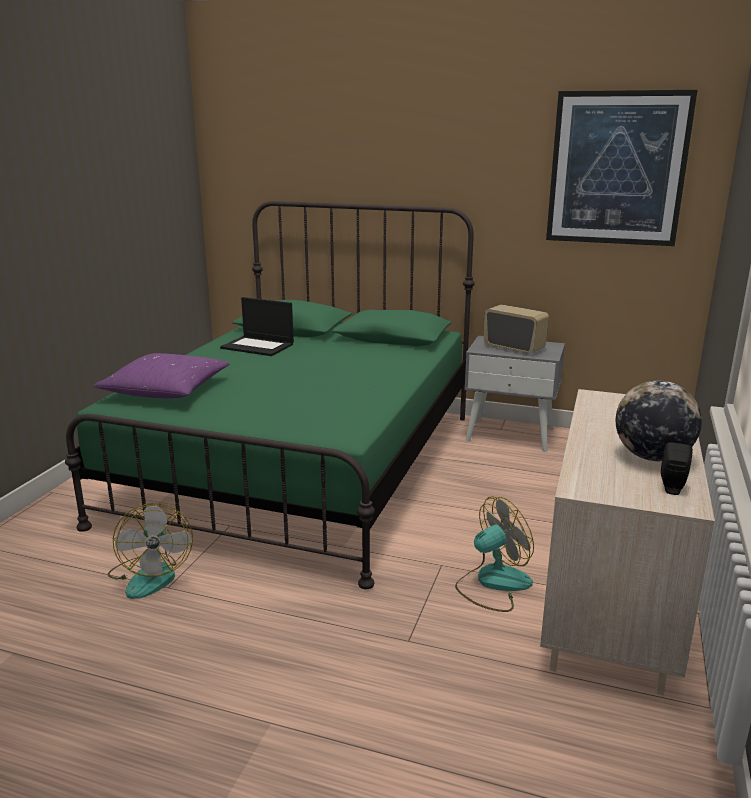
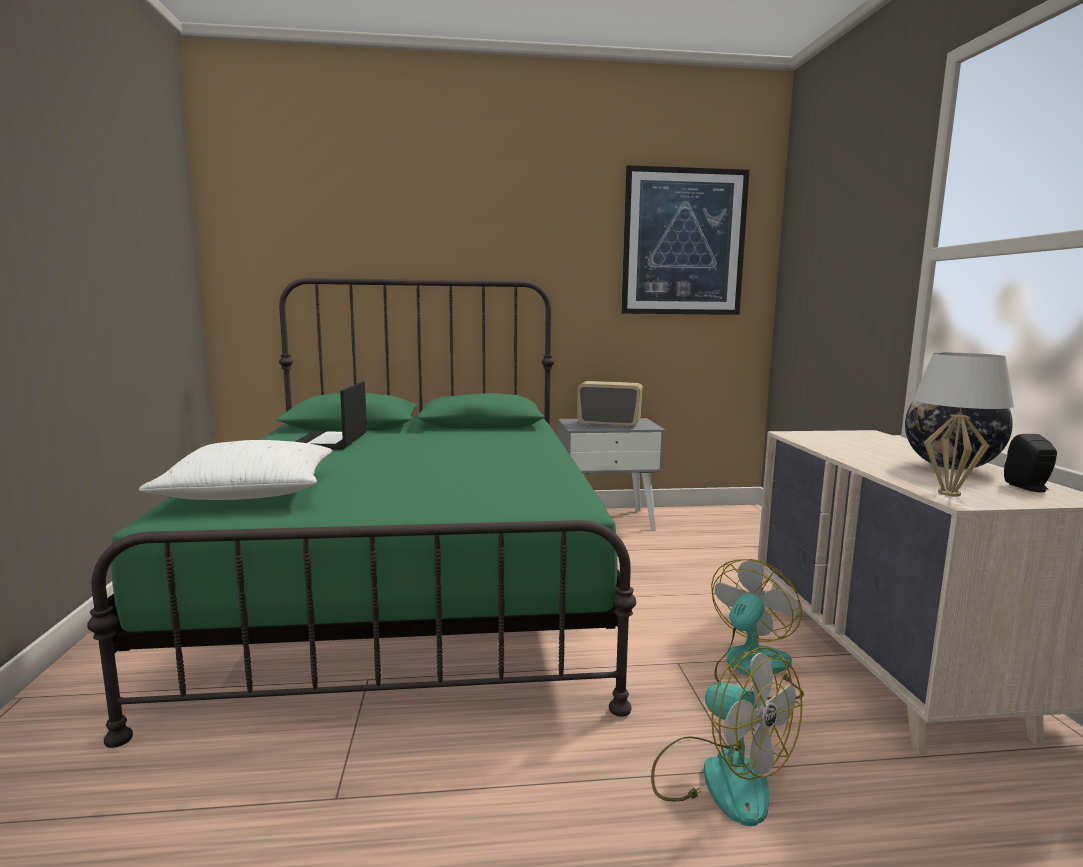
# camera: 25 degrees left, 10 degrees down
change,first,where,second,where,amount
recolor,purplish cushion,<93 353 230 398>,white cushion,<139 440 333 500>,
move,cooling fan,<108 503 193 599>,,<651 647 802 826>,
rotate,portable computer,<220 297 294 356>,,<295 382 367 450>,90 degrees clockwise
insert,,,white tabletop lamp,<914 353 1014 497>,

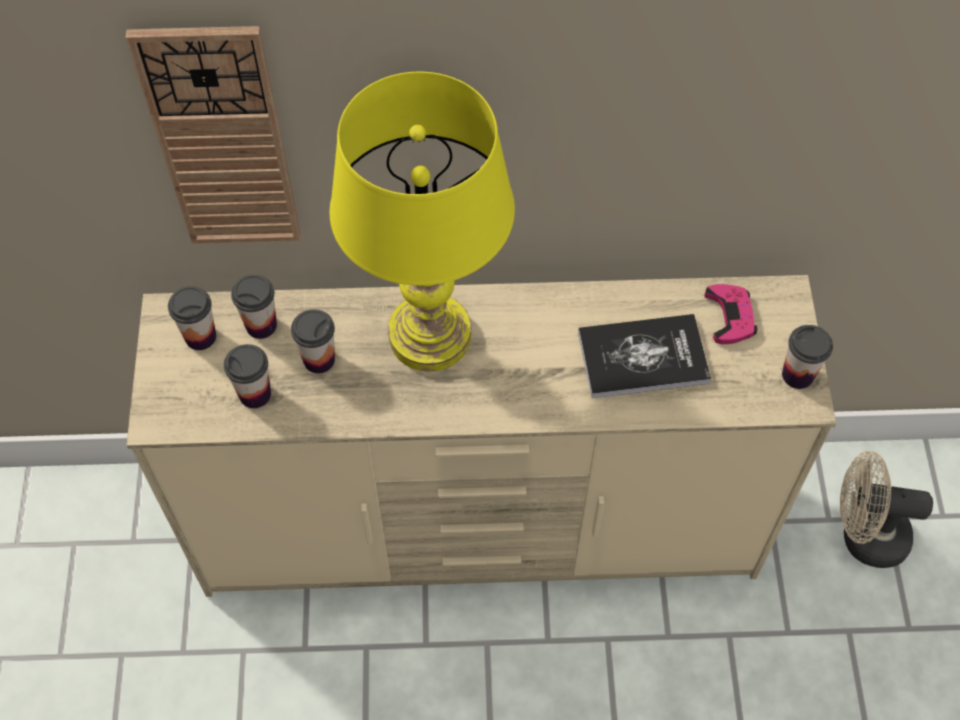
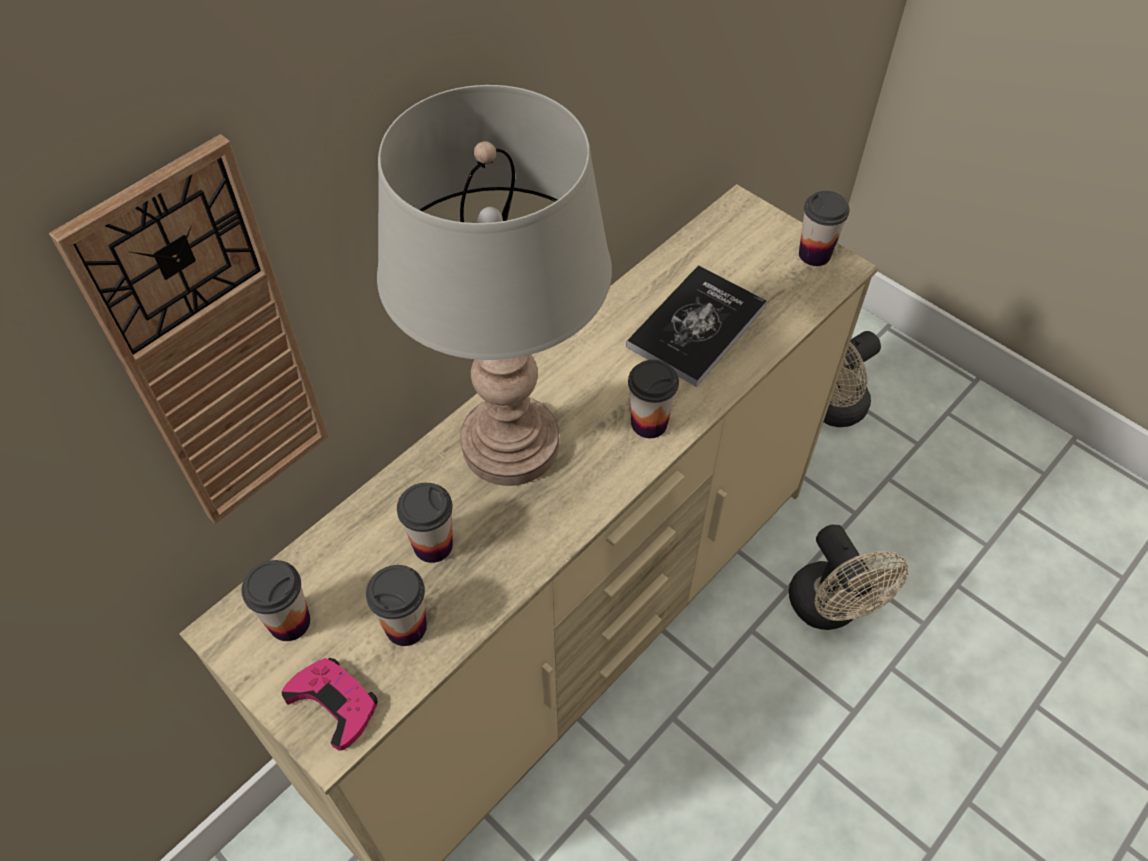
# camera: 45 degrees left, 5 degrees down
change,first,where,second,where,amount
move,small cup,<231 275 277 339>,,<628 360 679 438>,
recolor,yellow tabletop lamp,<329 72 515 372>,grey tabletop lamp,<377 85 612 486>,
move,pink-coloured joypad,<704 284 757 344>,,<282 658 378 751>,
insert,,,beige-coloured cooling fan,<789 525 908 630>,

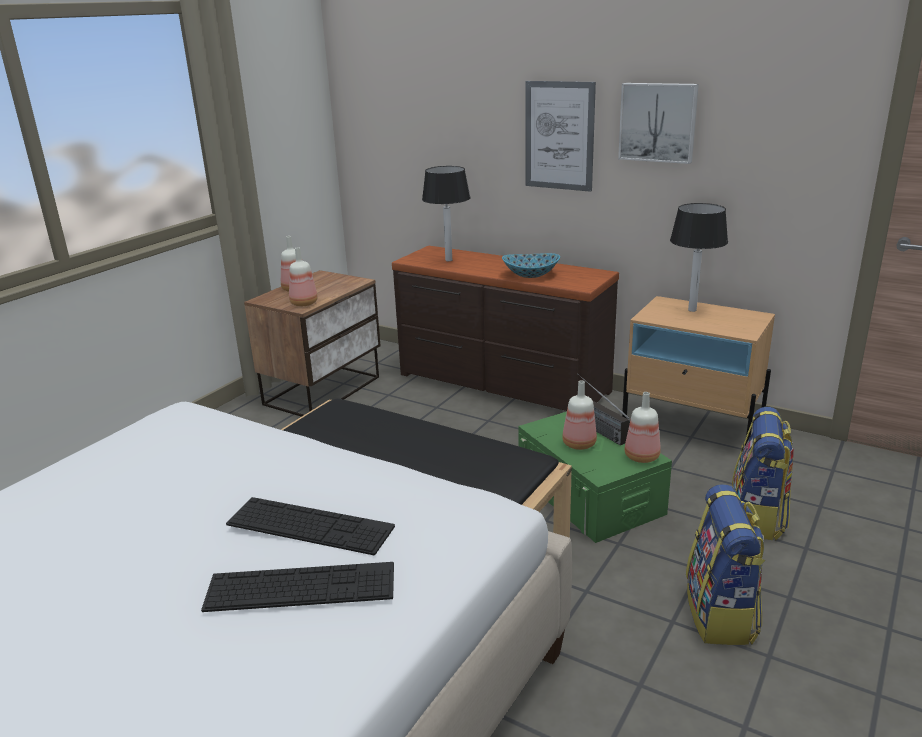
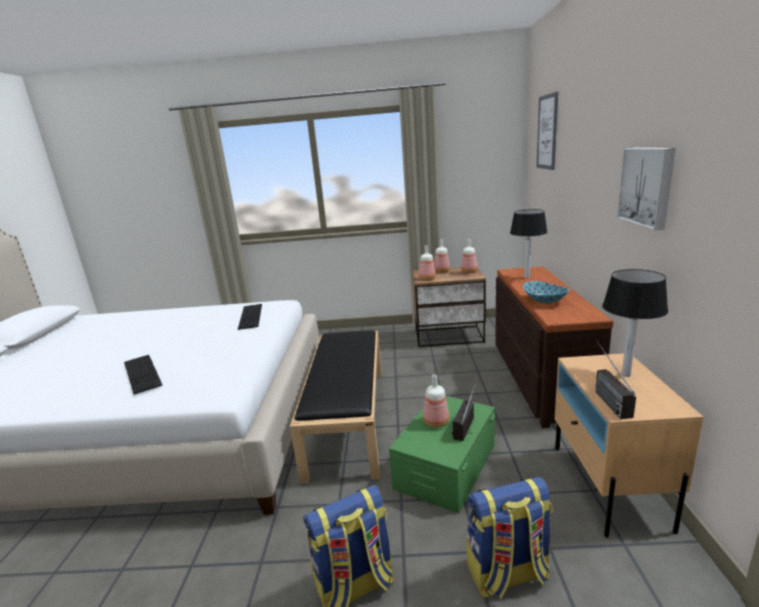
# camera: 60 degrees right, 5 degrees down
change,first,where,second,where,amount
move,computer keyboard,<226 497 395 555>,,<238 304 262 330>,
move,picture,<525 81 596 192>,,<536 92 558 170>,
move,drink bottle,<624 392 661 463>,,<461 239 478 273>,
insert,,,radio receiver,<595 341 636 419>,

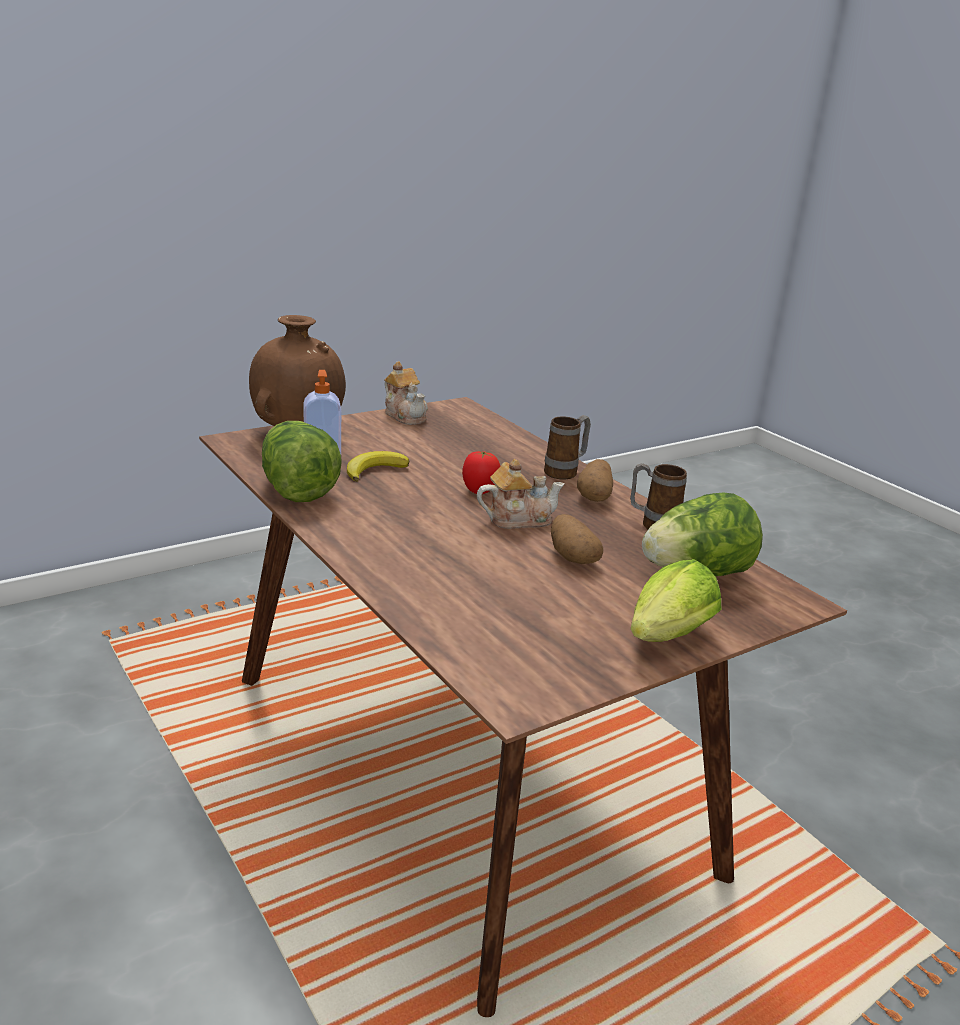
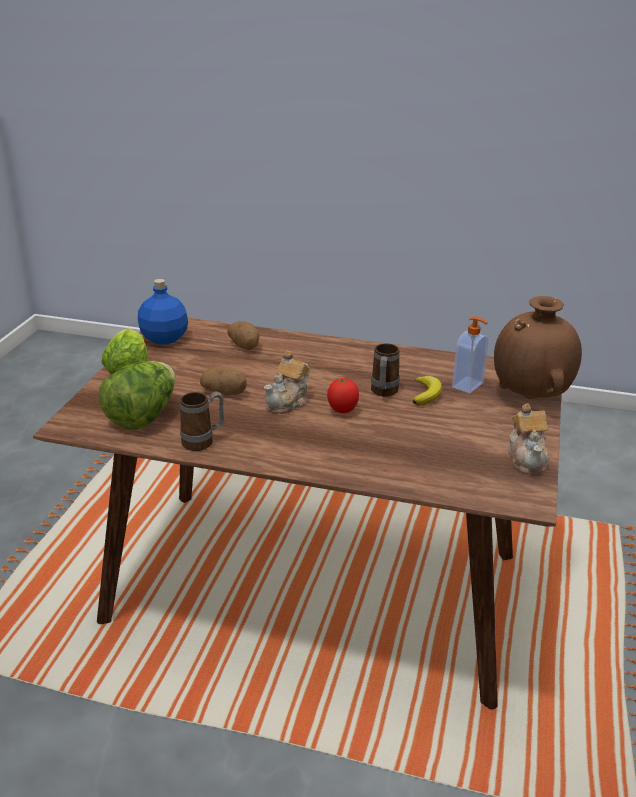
# camera: 140 degrees right, 5 degrees up
change,first,where,second,where,amount
delete,lettuce,<262 421 342 502>,,,
rotate,pot for tea,<384 361 428 425>,,<508 403 549 474>,105 degrees counterclockwise
move,coffee mug,<544 415 591 479>,,<371 343 400 397>,
move,spud,<577 459 613 502>,,<227 321 259 350>,
insert,,,blue-coloured drink bottle,<138 279 188 345>,

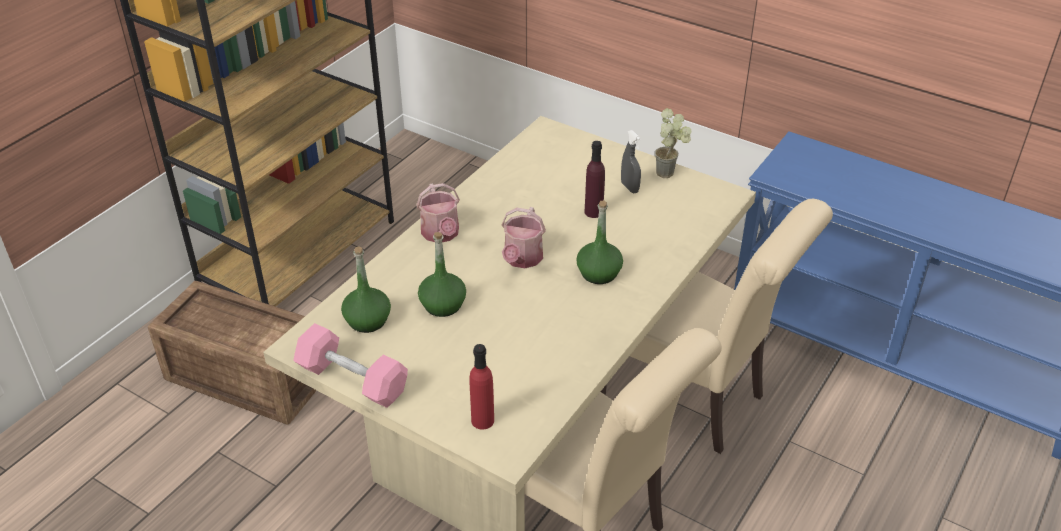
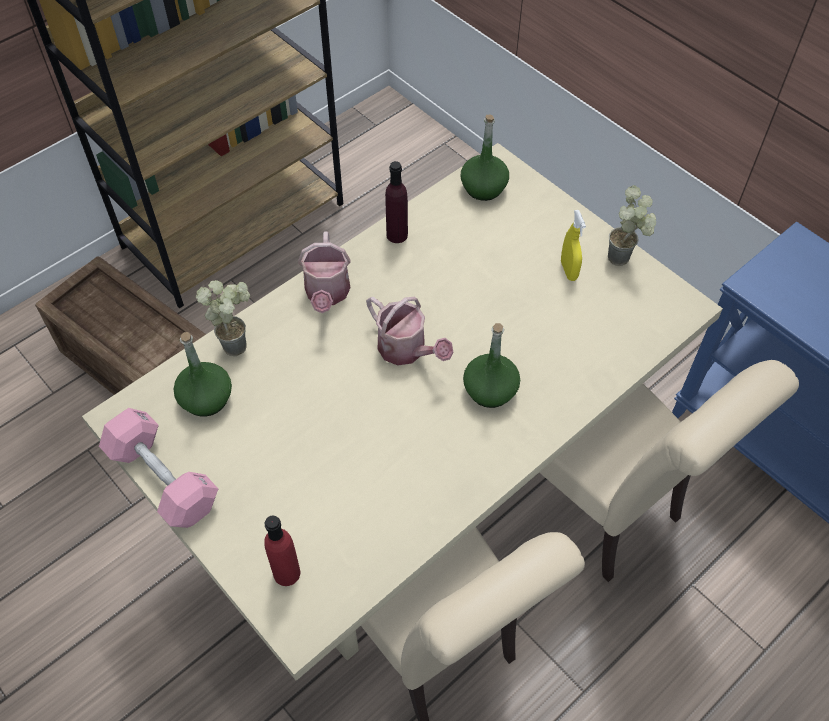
# camera: 15 degrees right, 15 degrees up
change,first,where,second,where,amount
move,greenish drink bottle,<418 232 466 317>,,<461 114 509 201>,
rotate,watering pot,<502 207 546 268>,,<366 296 453 366>,75 degrees counterclockwise
move,purplish drink bottle,<585 141 605 218>,,<385 161 408 243>,
recolor,grey sprayer,<621 130 641 193>,yellow sprayer,<561 210 586 281>,
insert,,,plant in a pot,<196 280 250 356>,

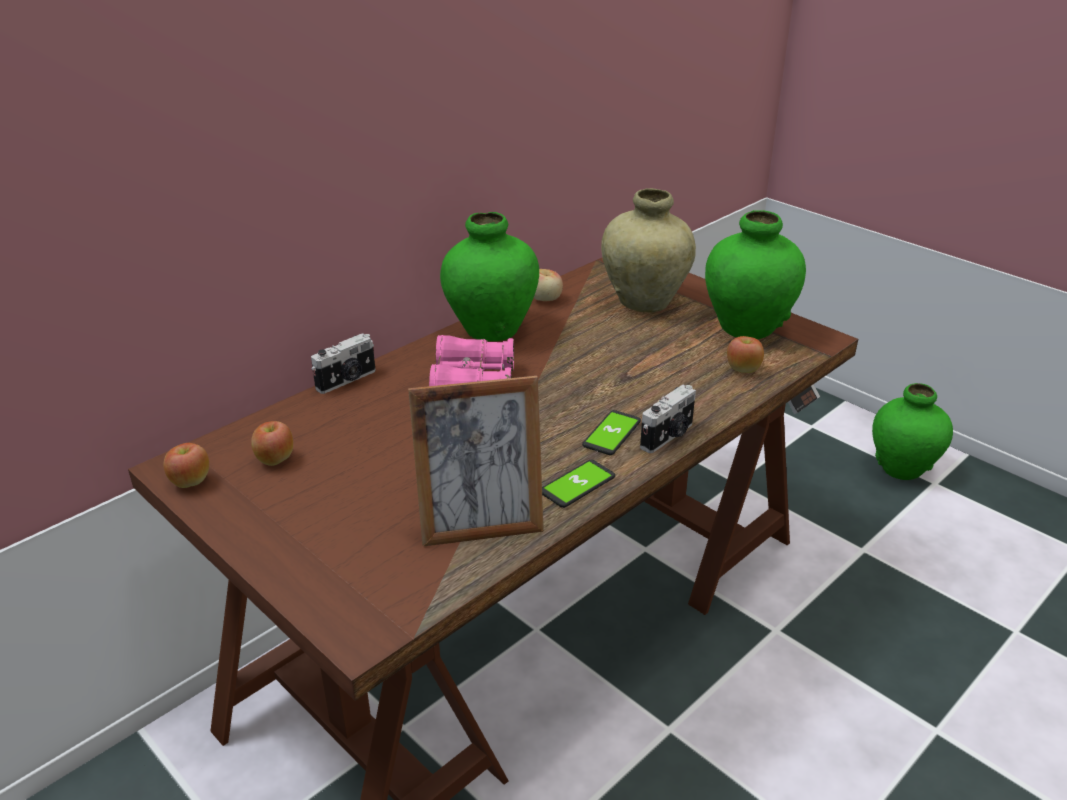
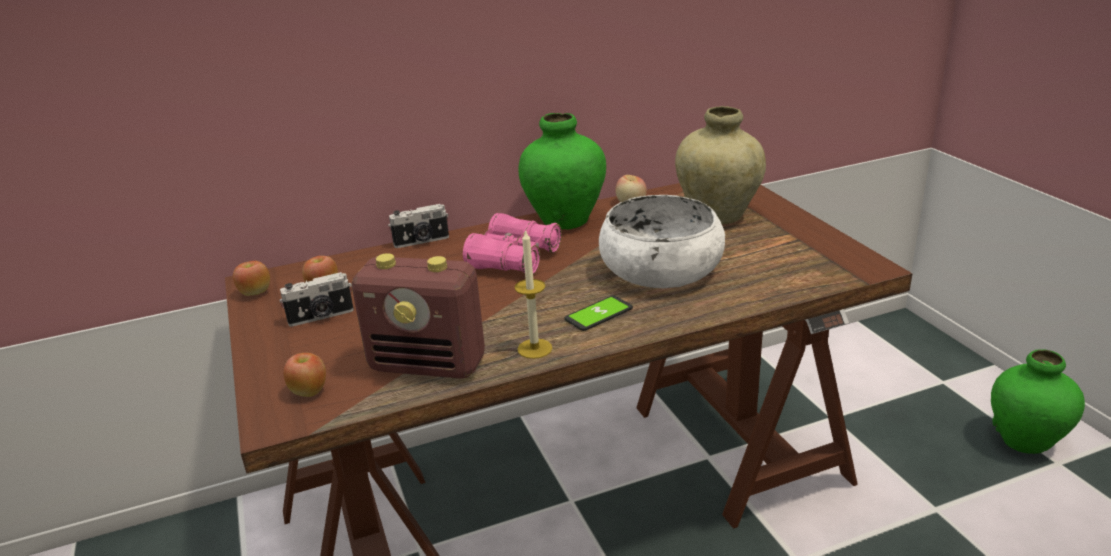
# camera: 25 degrees right, 5 degrees down
change,first,where,second,where,amount
replace,photo frame,<408 376 544 547>,radio receiver,<352 253 485 379>,
replace,phone,<542 460 615 508>,wax candle,<514 229 553 359>,
move,photo camera,<640 385 696 453>,,<279 272 354 327>,
delete,greenish vase,<705 210 806 339>,,,
move,whole apple,<727 336 764 373>,,<283 353 326 397>,
insert,,,white bowl,<599 195 725 288>,

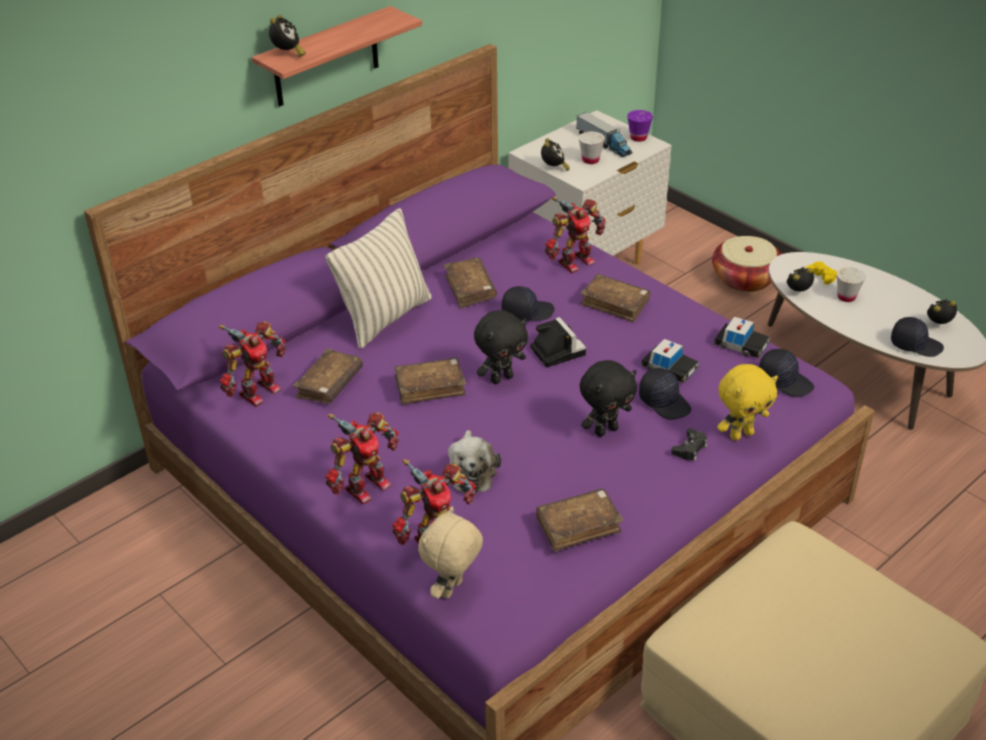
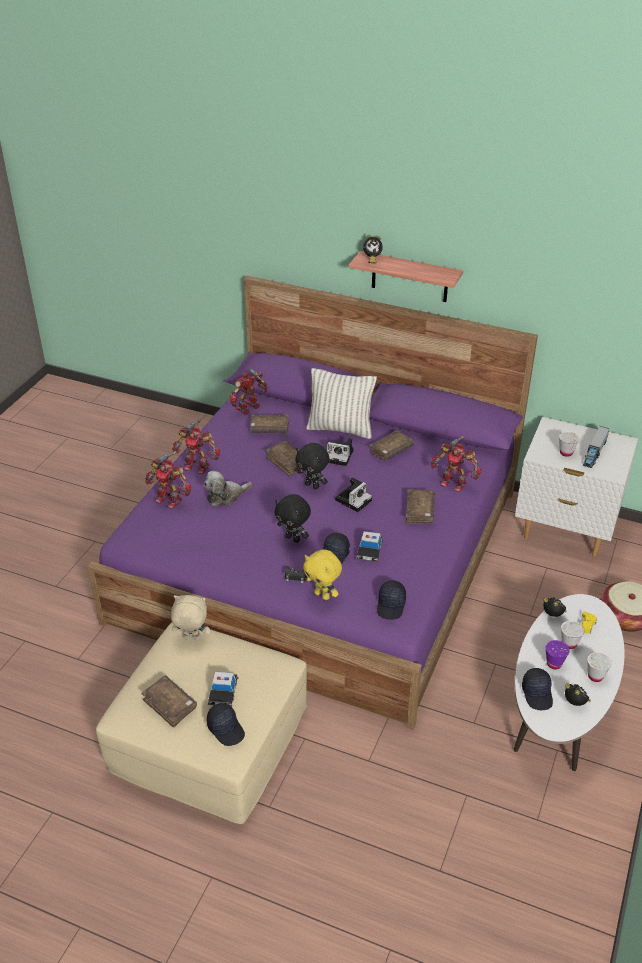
# camera: 65 degrees right, 0 degrees up
change,first,where,second,where,amount
rotate,robot figure,<218 321 286 407>,,<230 369 267 415>,120 degrees clockwise
move,beige-coloured soft toy,<418 506 483 599>,,<171 595 211 640>,
move,black-coloured baseball cap,<502 286 554 321>,,<207 703 245 746>,
move,brown-coloured volume,<536 488 623 552>,,<141 676 197 728>,
delete,alarm clock,<541 138 570 171>,,,
move,purplish small cup,<627 110 653 142>,,<546 640 569 669>,
move,miniature car,<713 317 770 359>,,<208 671 239 707>,
insert,,,photo camera,<327 438 354 466>,
insert,,,white small cup,<587 652 612 682>,

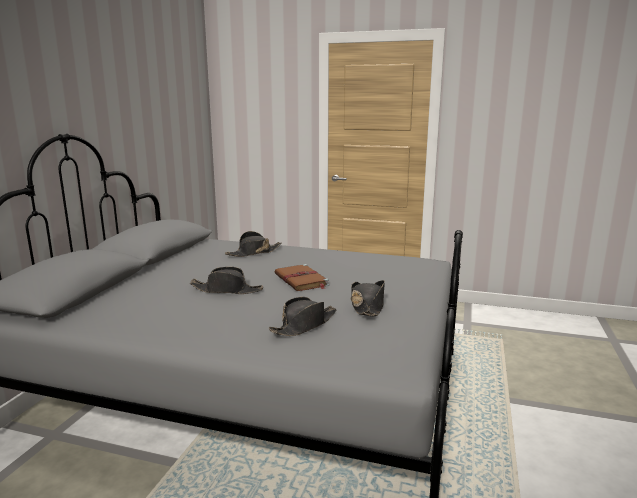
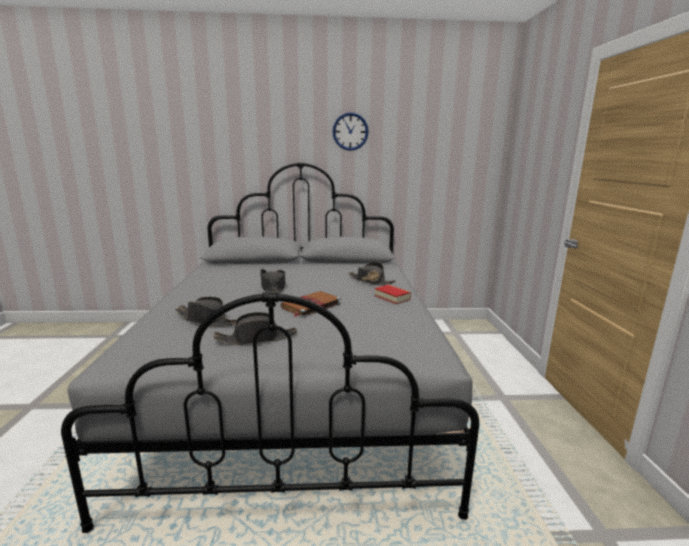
# camera: 70 degrees right, 0 degrees up
change,first,where,second,where,amount
insert,,,wall clock,<332 112 369 151>,
insert,,,volume,<375 285 411 304>,

